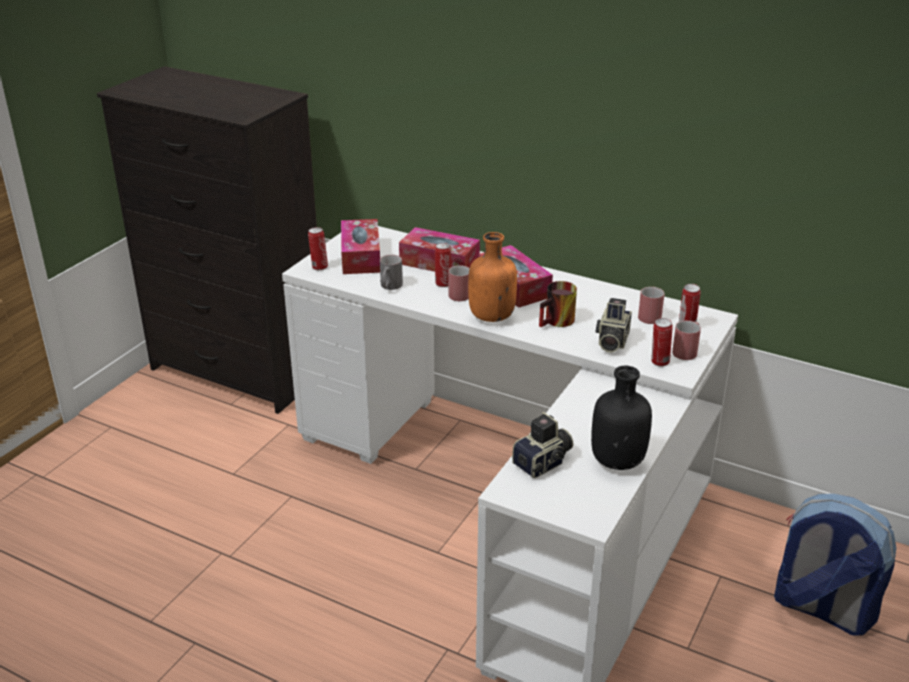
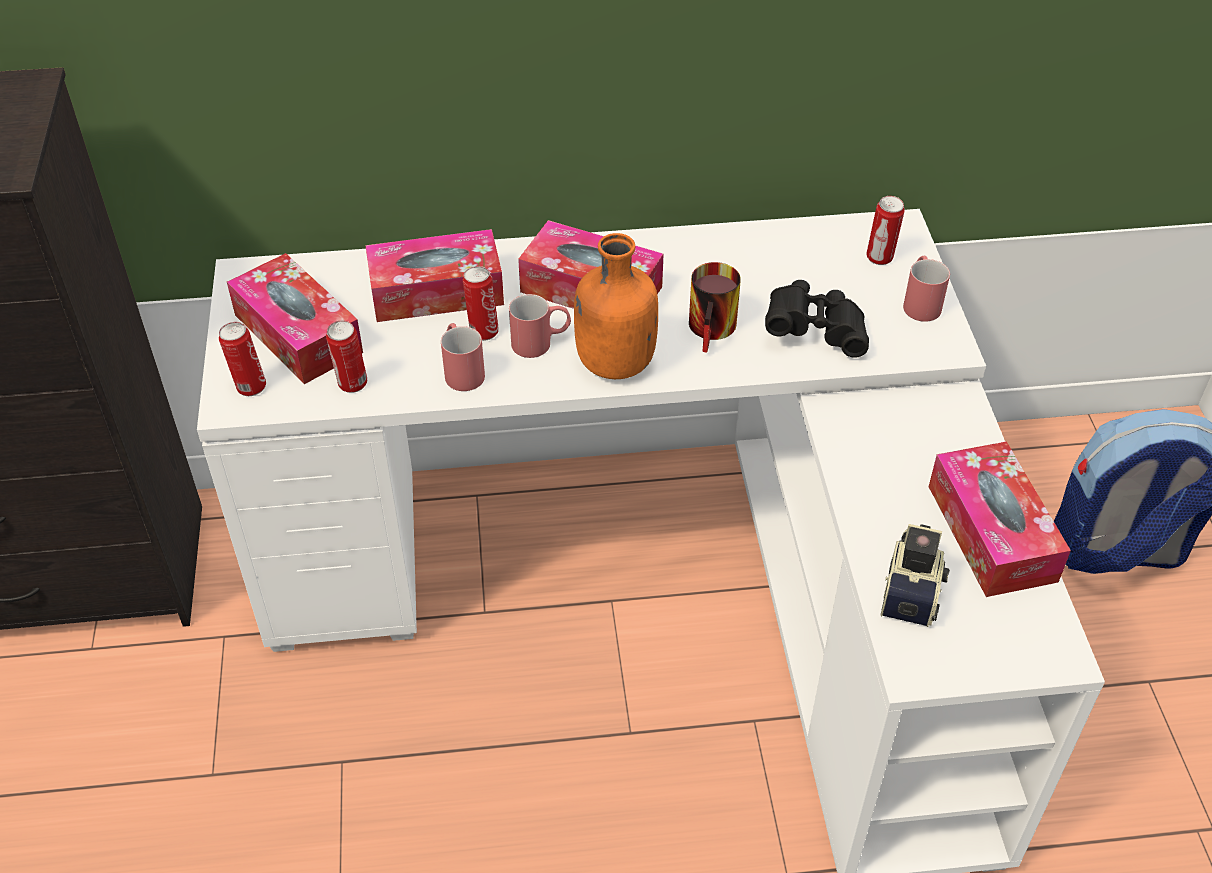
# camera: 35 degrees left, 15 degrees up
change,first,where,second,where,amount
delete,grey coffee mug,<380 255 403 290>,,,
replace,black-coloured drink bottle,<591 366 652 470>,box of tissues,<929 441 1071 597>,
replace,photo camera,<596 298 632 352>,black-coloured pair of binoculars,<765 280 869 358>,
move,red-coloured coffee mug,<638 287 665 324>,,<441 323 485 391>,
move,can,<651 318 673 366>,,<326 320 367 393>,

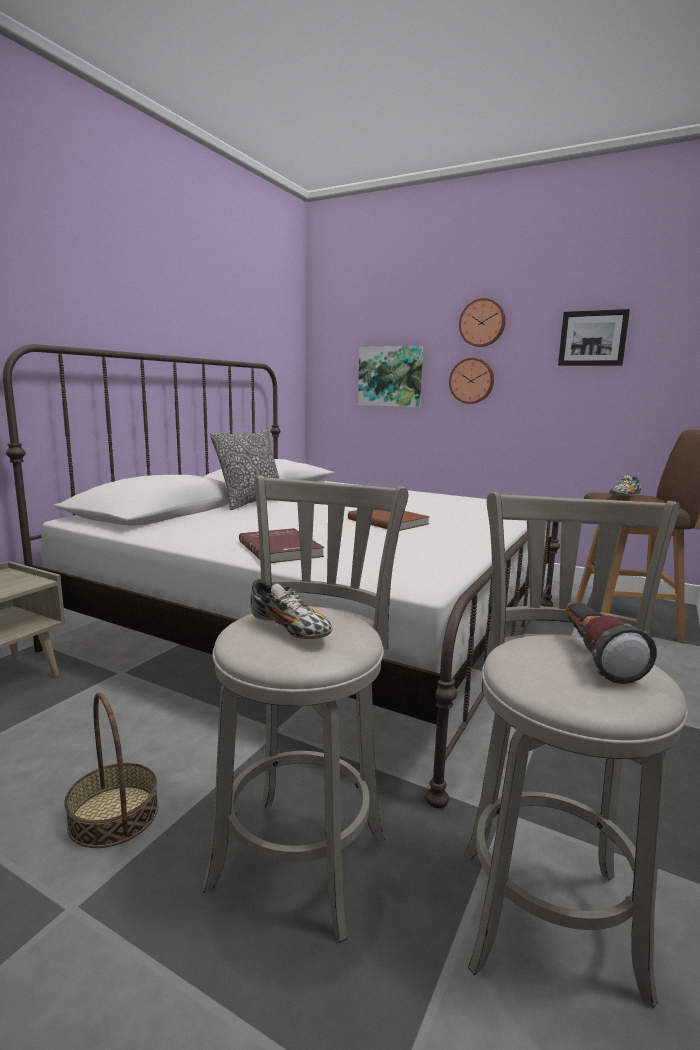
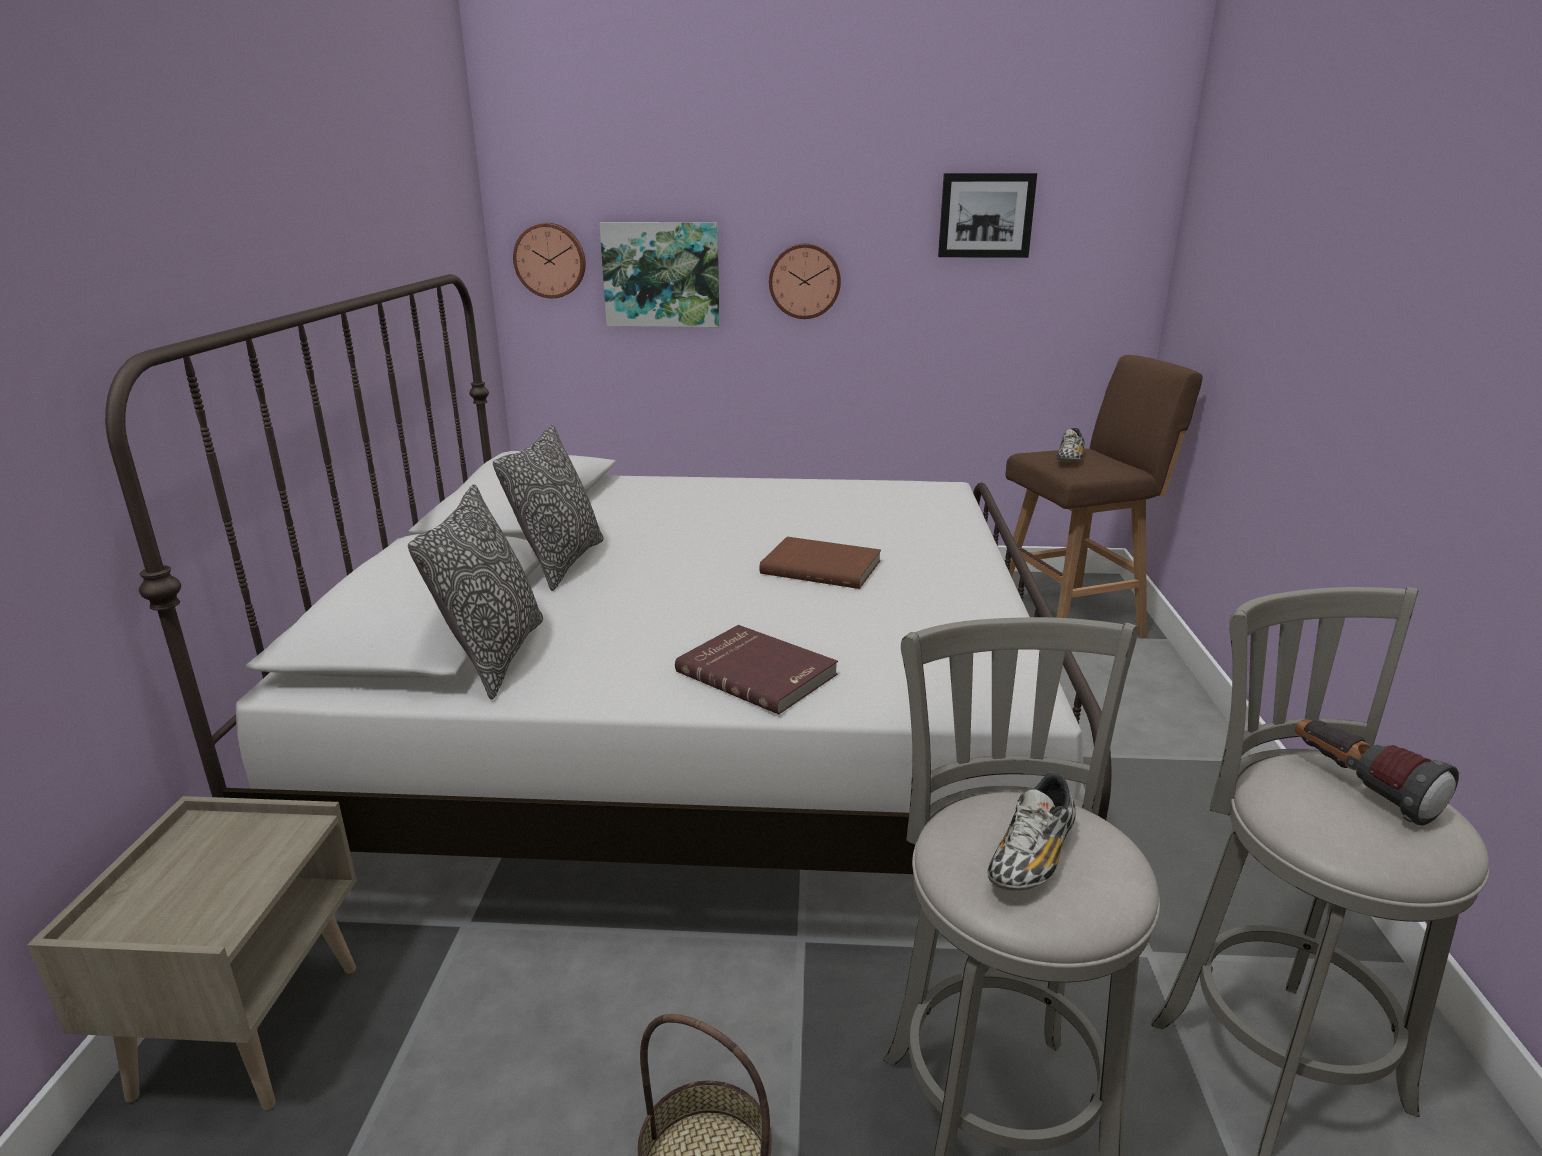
# camera: 25 degrees left, 10 degrees up
change,first,where,second,where,amount
rotate,shoe,<250 579 332 639>,,<987 773 1076 891>,105 degrees clockwise
move,wall clock,<459 298 506 347>,,<513 223 586 298>,
insert,,,cushion,<408 484 543 700>,

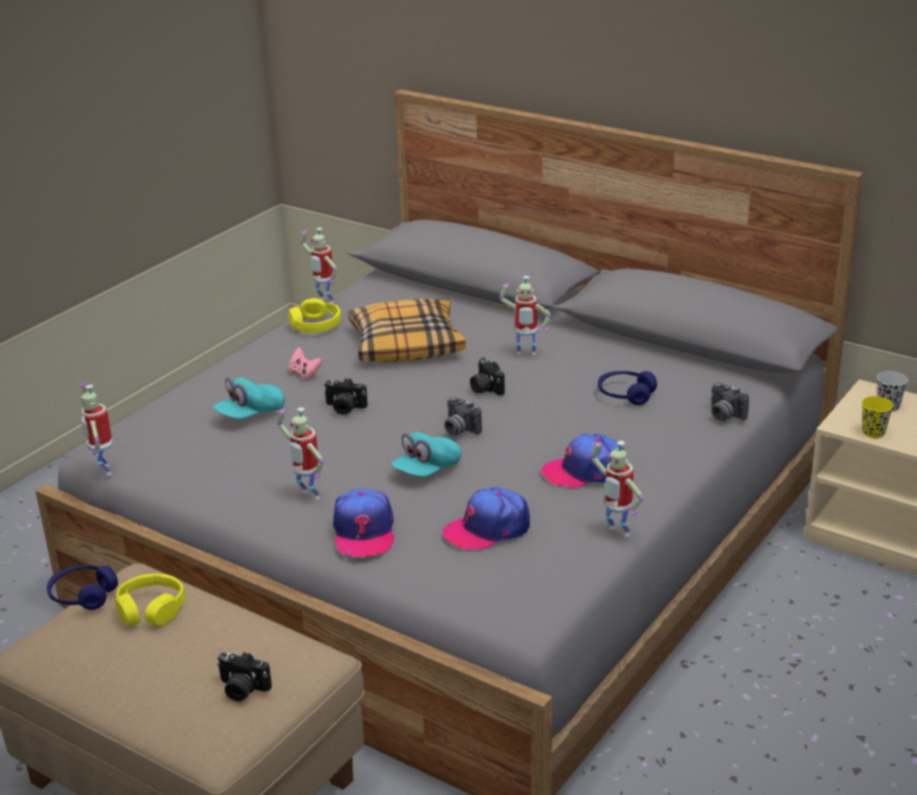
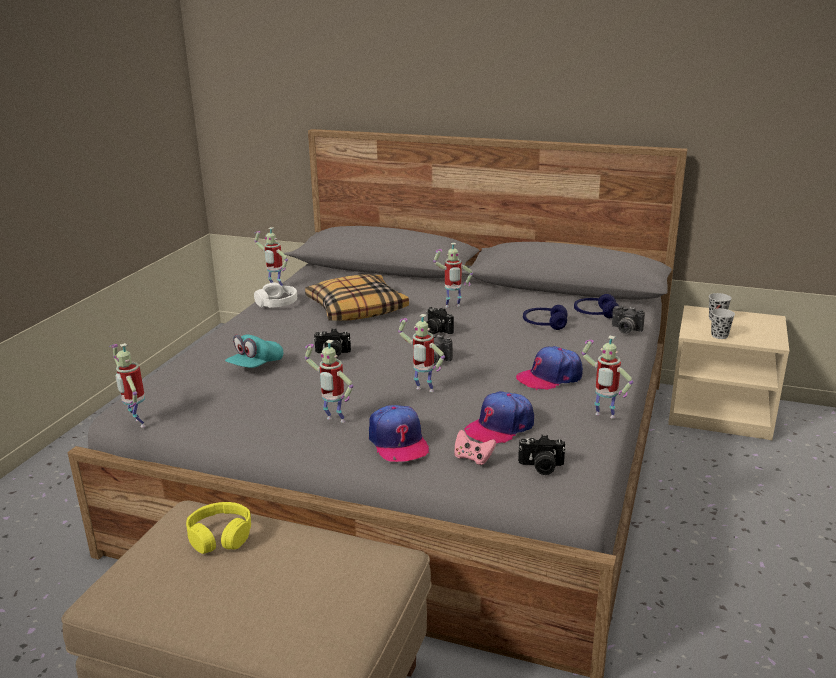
# camera: 15 degrees left, 5 degrees down
change,first,where,second,where,amount
move,blue-coloured headphones,<47 565 118 610>,,<574 294 619 318>,
move,photo camera,<217 652 272 702>,,<518 435 566 475>,
recolor,yellow headphones,<288 298 341 333>,white headphones,<254 282 297 308>,
move,pink-coloured joypad,<289 347 323 380>,,<454 430 496 465>,
replace,turquoise-coloured baseball cap,<392 432 461 477>,robot figure,<398 314 445 392>,
recolor,yellow small cup,<862 396 894 438>,black-coloured small cup,<711 309 735 339>,

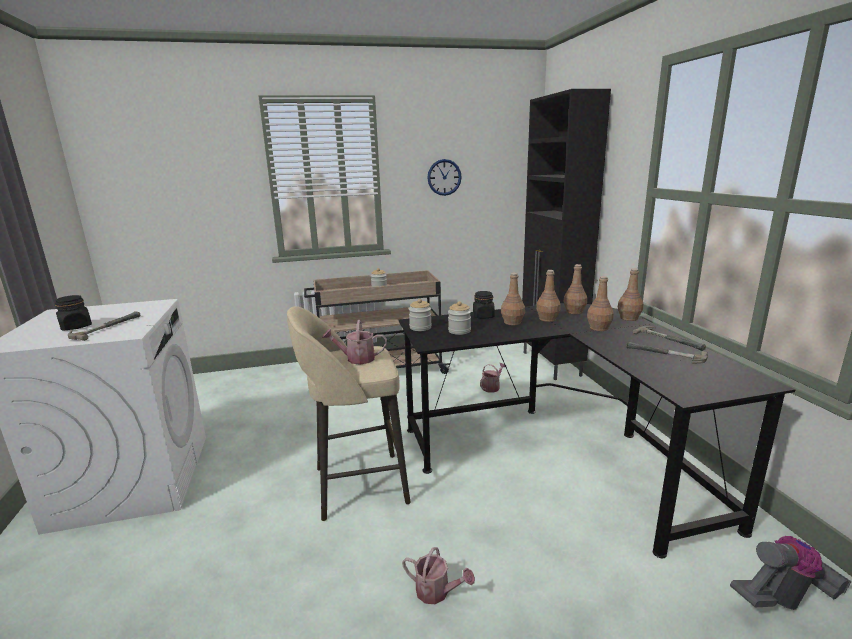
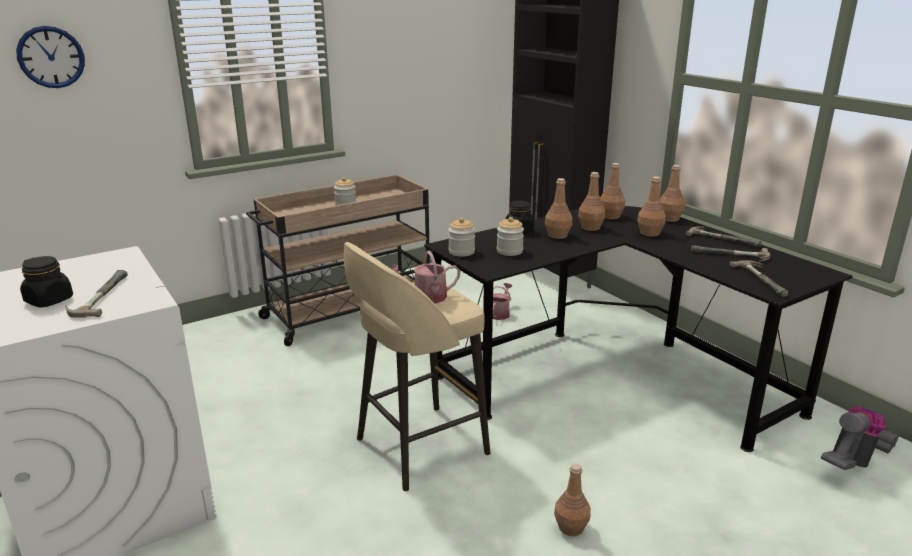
# camera: 20 degrees left, 5 degrees up
change,first,where,second,where,amount
replace,watering pot,<402 547 475 604>,brown-coloured drink bottle,<554 464 591 536>,
move,wall clock,<427 159 462 196>,,<16 26 85 88>,
insert,,,hand hammer,<730 260 788 297>,

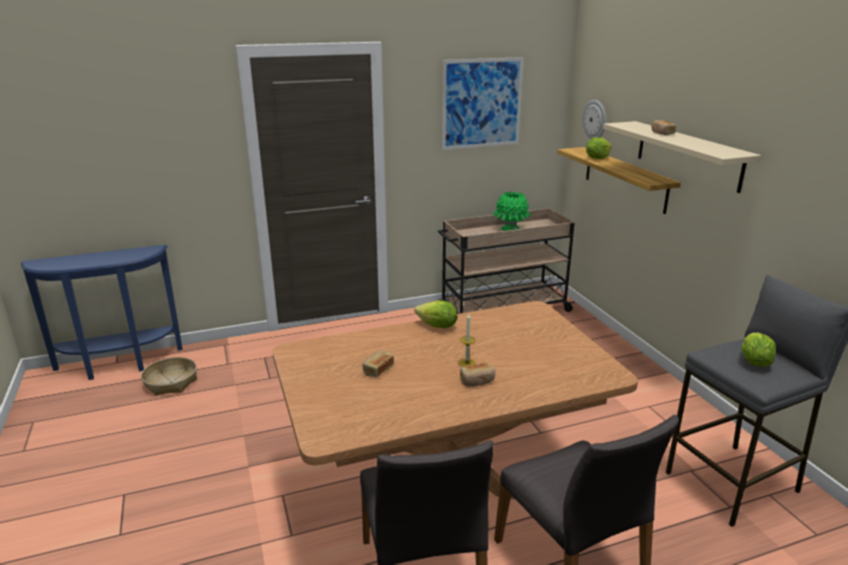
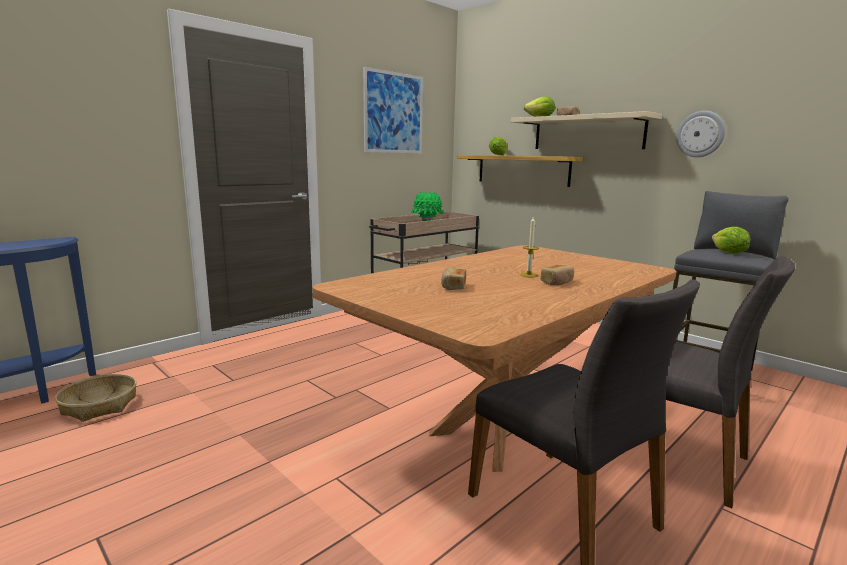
# camera: 25 degrees left, 10 degrees down
change,first,where,second,where,amount
move,lettuce,<414 300 457 328>,,<523 97 555 117>,
move,wall clock,<583 100 606 139>,,<676 111 725 157>,

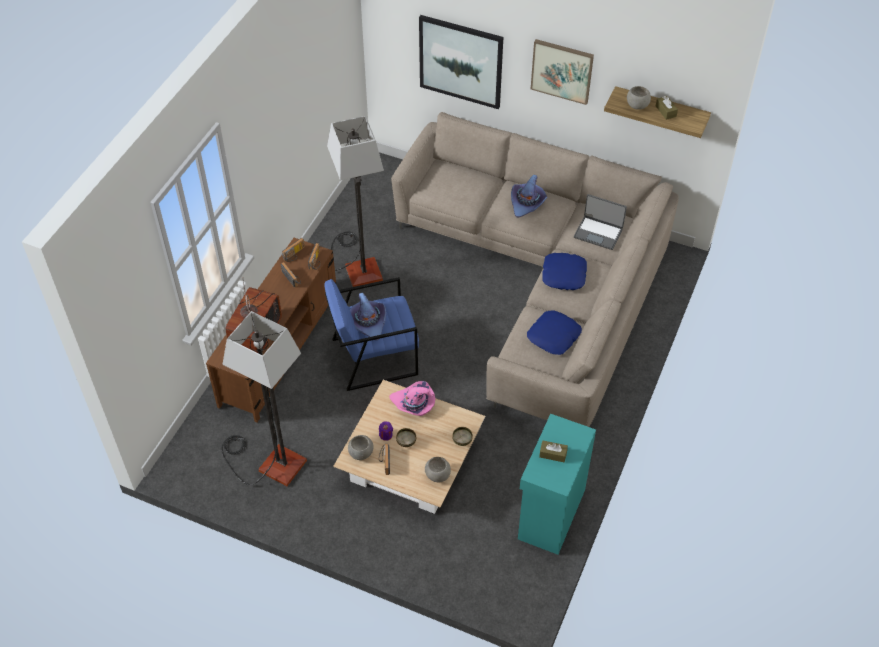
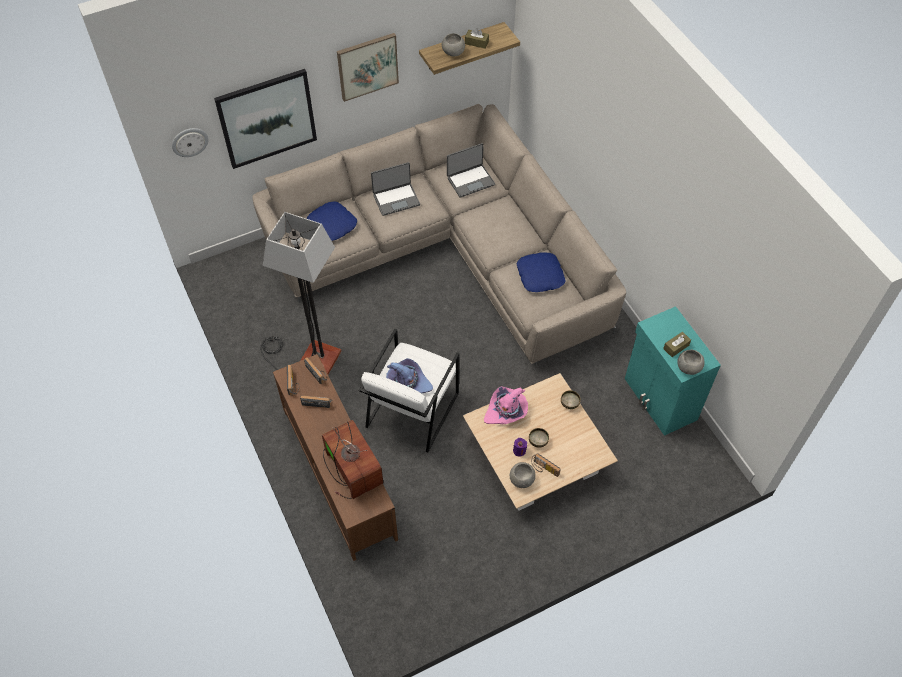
# camera: 50 degrees left, 5 degrees up
change,first,where,second,where,amount
delete,floor lamp,<222 311 307 486>,,,
recolor,blue-coloured easy chair,<324 277 419 391>,white easy chair,<359 329 459 453>,
move,grey bowl,<425 457 451 482>,,<677 350 705 375>,
replace,purplish wearable hat,<511 174 547 217>,portable computer,<371 162 420 216>,
move,blue-coloured cushion,<542 253 587 290>,,<306 201 357 241>,
insert,,,wall clock,<172 128 208 157>,

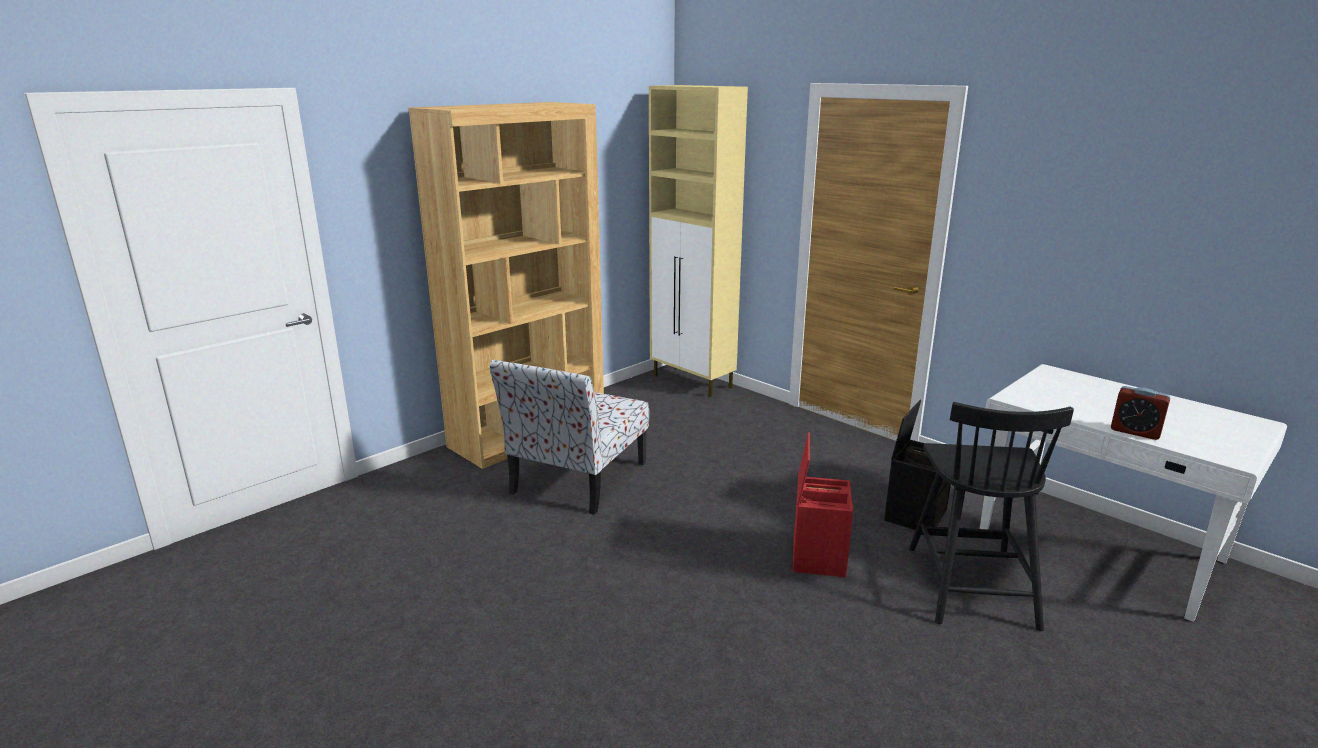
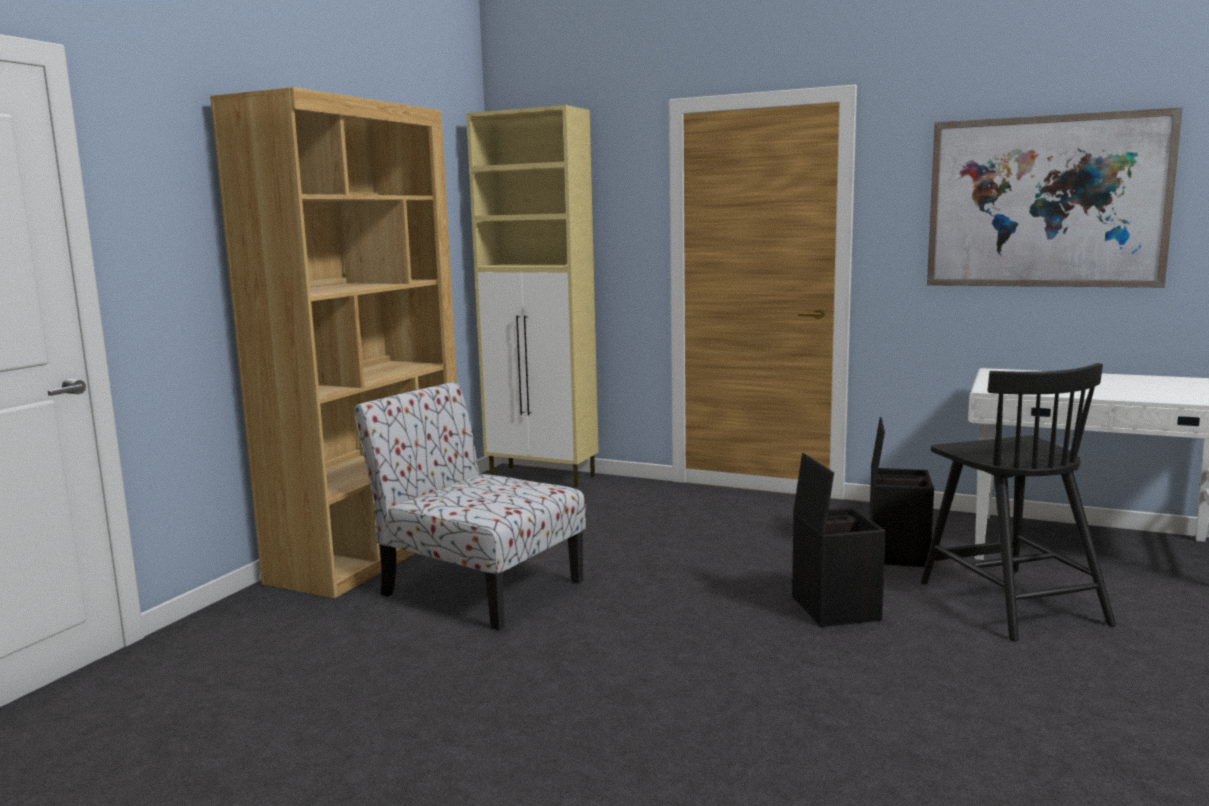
# camera: 20 degrees left, 10 degrees down
change,first,where,second,where,amount
rotate,upright chair,<489 360 649 515>,,<354 382 586 631>,120 degrees clockwise
recolor,red-coloured storage container,<793 432 853 577>,black-coloured storage container,<792 453 886 627>,
delete,alarm clock,<1111 386 1171 440>,,,
insert,,,picture,<927 107 1183 288>,

